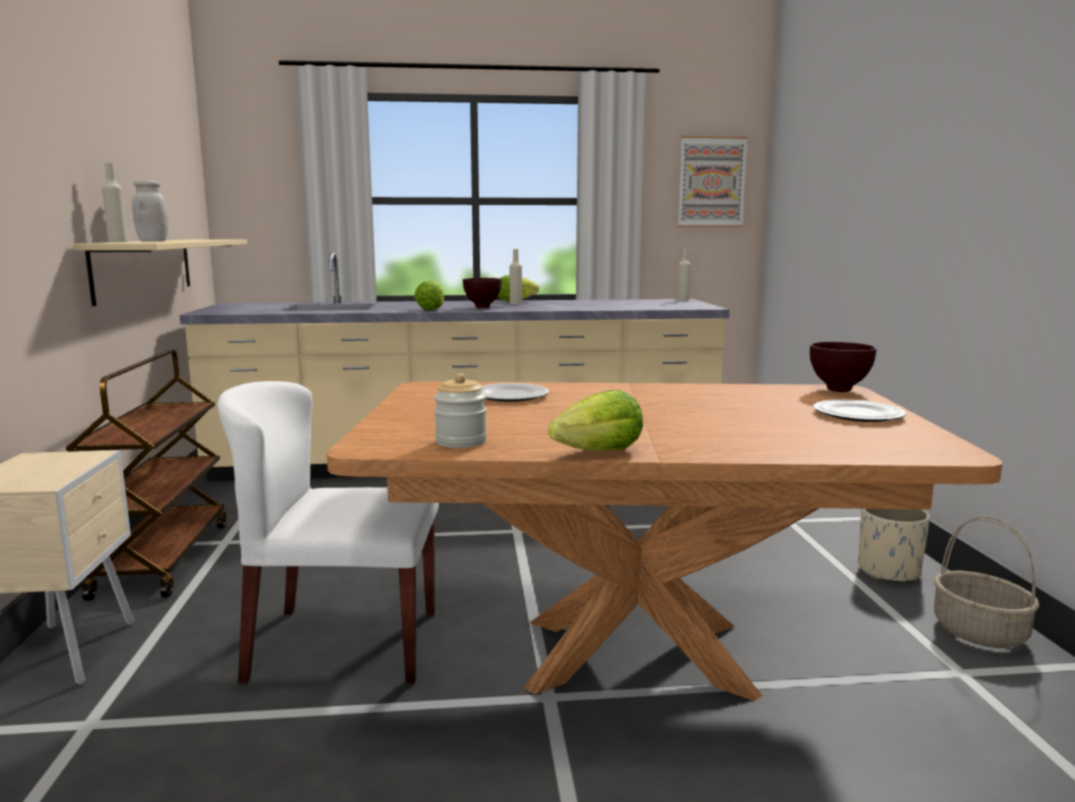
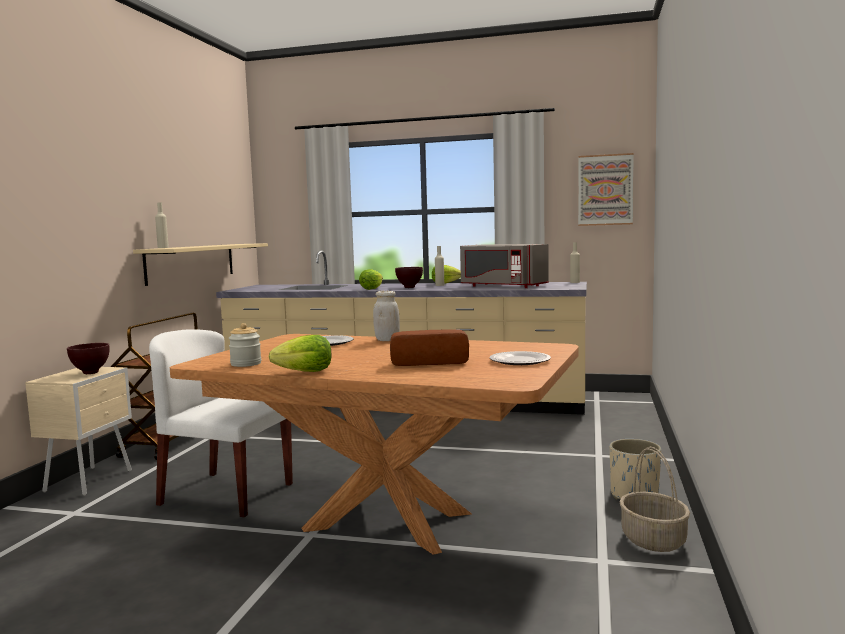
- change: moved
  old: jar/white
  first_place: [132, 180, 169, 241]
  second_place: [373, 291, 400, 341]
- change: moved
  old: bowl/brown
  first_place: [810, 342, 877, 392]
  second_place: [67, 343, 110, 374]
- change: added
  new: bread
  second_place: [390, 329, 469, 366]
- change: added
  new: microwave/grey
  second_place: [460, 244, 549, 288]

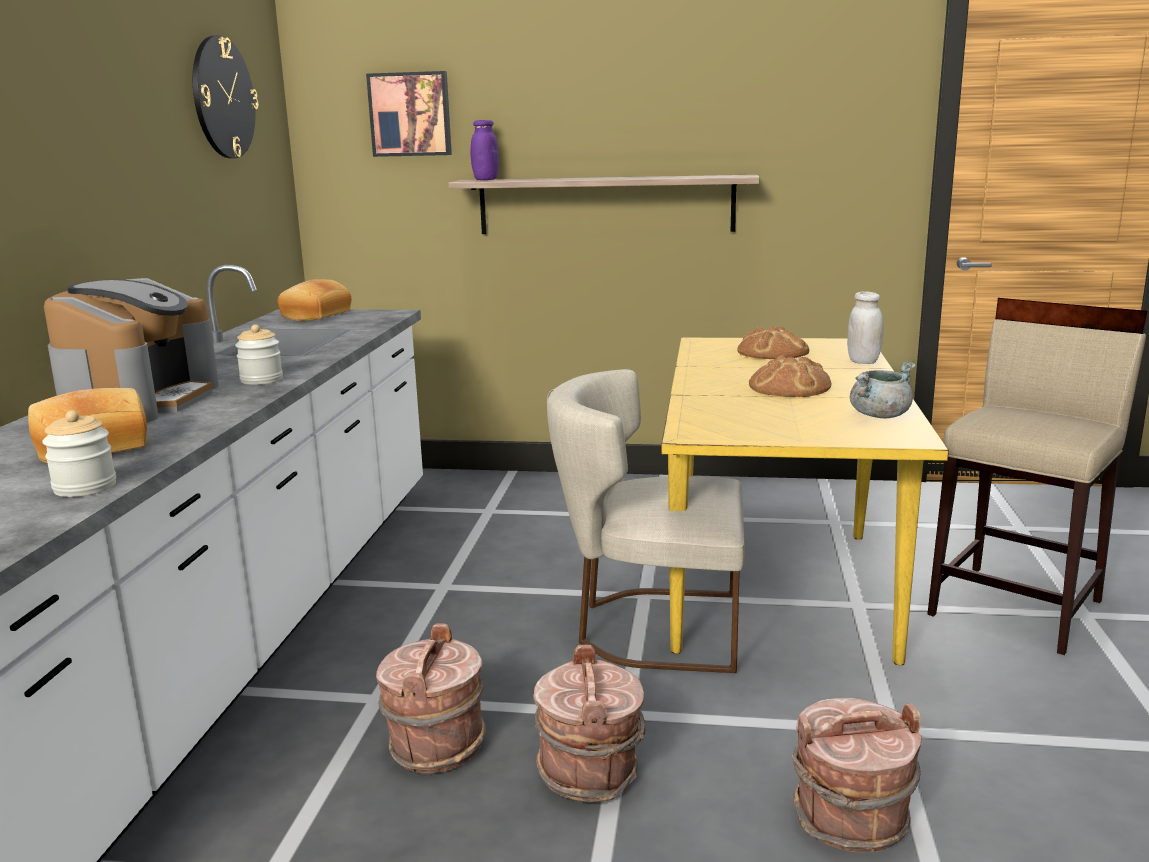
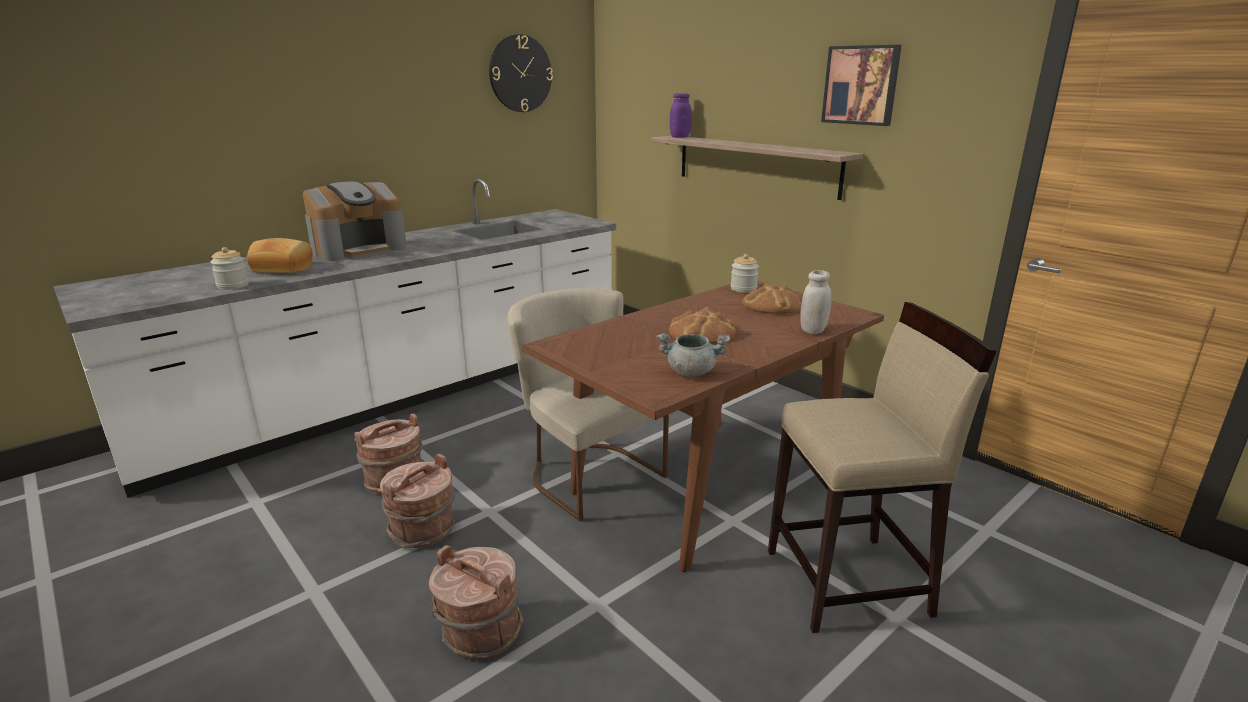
- change: moved
  old: jar
  first_place: [235, 324, 283, 385]
  second_place: [731, 254, 759, 292]
- change: removed
  old: bread
  first_place: [278, 279, 351, 321]
- change: moved
  old: picture
  first_place: [366, 71, 452, 157]
  second_place: [821, 45, 902, 126]
- change: recoloured
  old: dining table/yellow
  new: dining table/brown
  first_place: [661, 338, 949, 665]
  second_place: [522, 281, 884, 572]

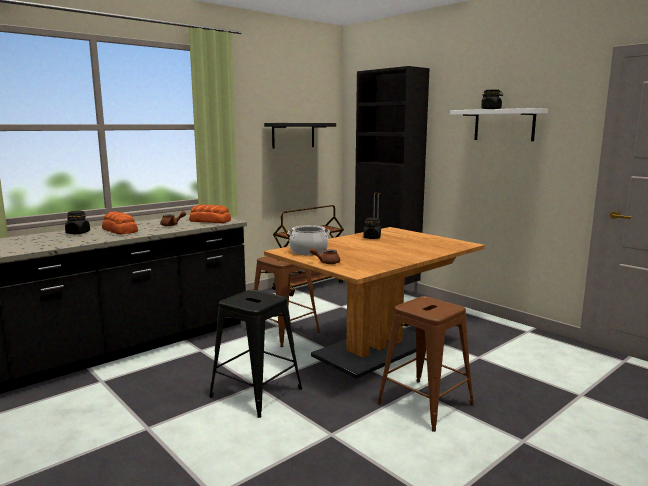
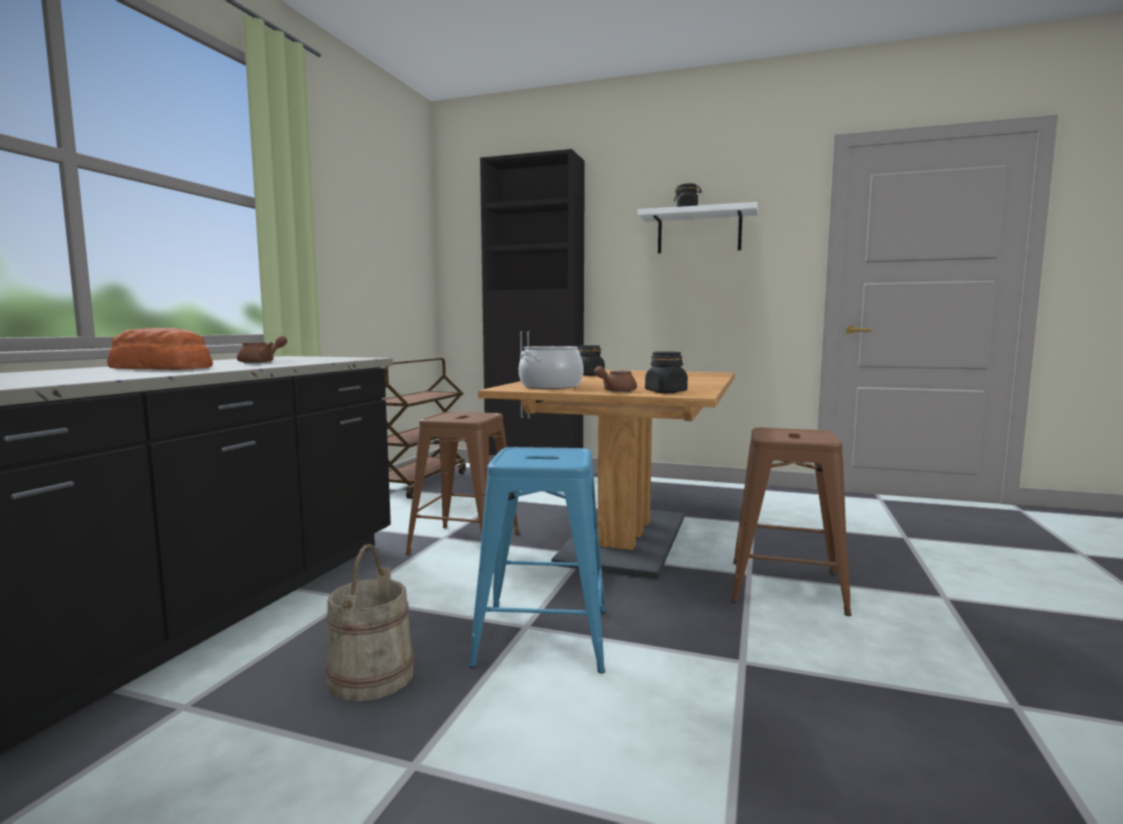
- change: moved
  old: jar/black
  first_place: [65, 211, 90, 234]
  second_place: [645, 351, 688, 393]
- change: removed
  old: bread
  first_place: [189, 204, 231, 223]
- change: recoloured
  old: stool/black
  new: stool/blue
  first_place: [209, 289, 302, 418]
  second_place: [469, 447, 606, 673]
- change: removed
  old: shelf/black
  first_place: [264, 123, 336, 149]
- change: added
  new: bucket/beige
  second_place: [325, 544, 414, 701]

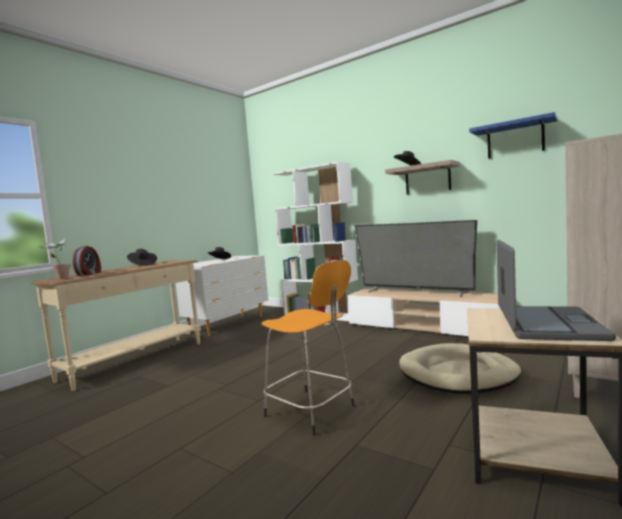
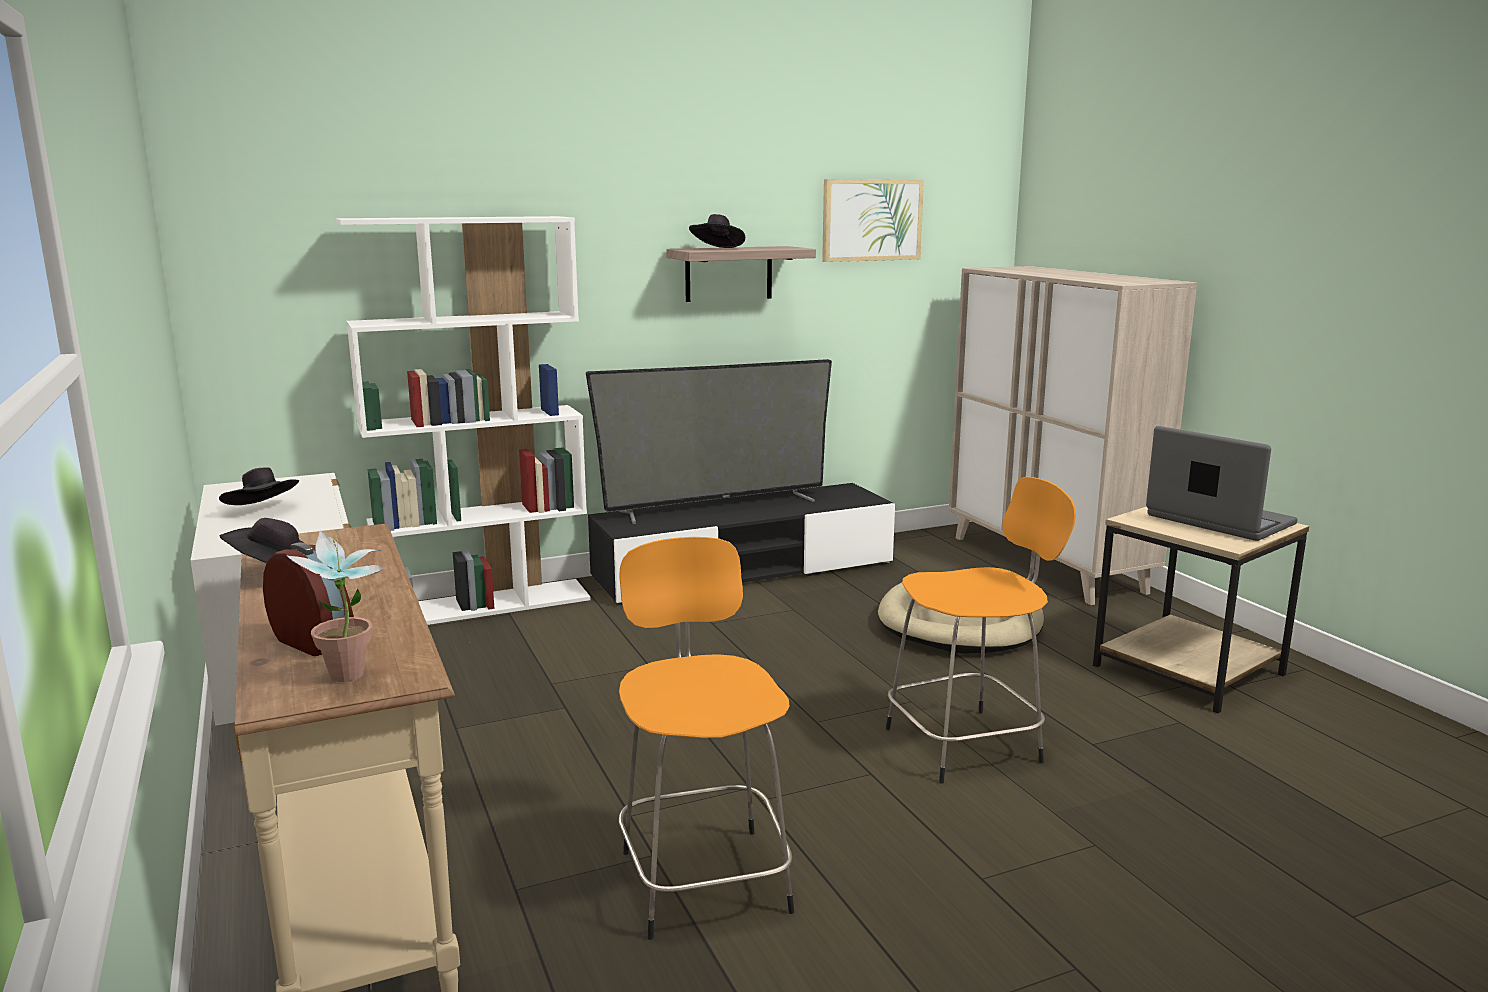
- change: recoloured
  old: tv stand/beige
  new: tv stand/black
  first_place: [348, 288, 500, 336]
  second_place: [588, 483, 895, 606]
- change: replaced
  old: shelf/blue
  new: picture
  first_place: [469, 112, 558, 159]
  second_place: [822, 179, 924, 262]
- change: added
  new: stool/orange
  second_place: [619, 537, 794, 940]

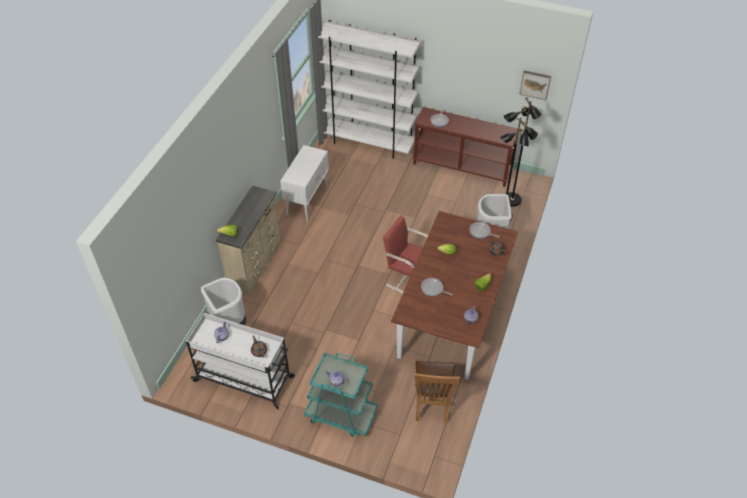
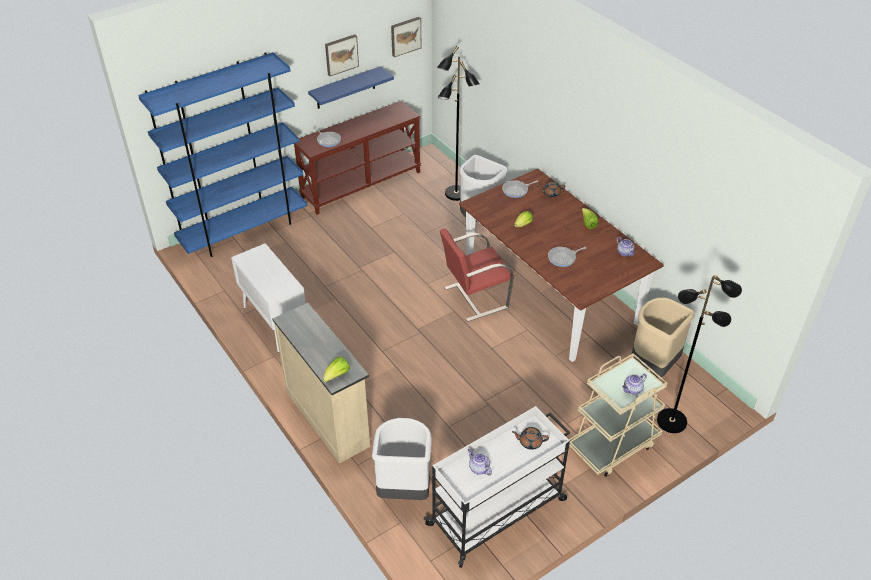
- change: recoloured
  old: cart/turquoise
  new: cart/beige
  first_place: [304, 353, 378, 437]
  second_place: [569, 353, 667, 477]
- change: recoloured
  old: bookcase/white
  new: bookcase/blue
  first_place: [318, 20, 421, 159]
  second_place: [138, 52, 307, 257]
- change: replaced
  old: chair/brown
  new: trash can/beige
  first_place: [414, 361, 460, 423]
  second_place: [632, 298, 695, 378]
- change: moved
  old: floor lamp/black
  first_place: [508, 97, 541, 207]
  second_place: [657, 275, 742, 433]
- change: added
  new: shelf/blue
  second_place: [308, 66, 394, 109]
- change: added
  new: picture
  second_place: [325, 34, 359, 76]

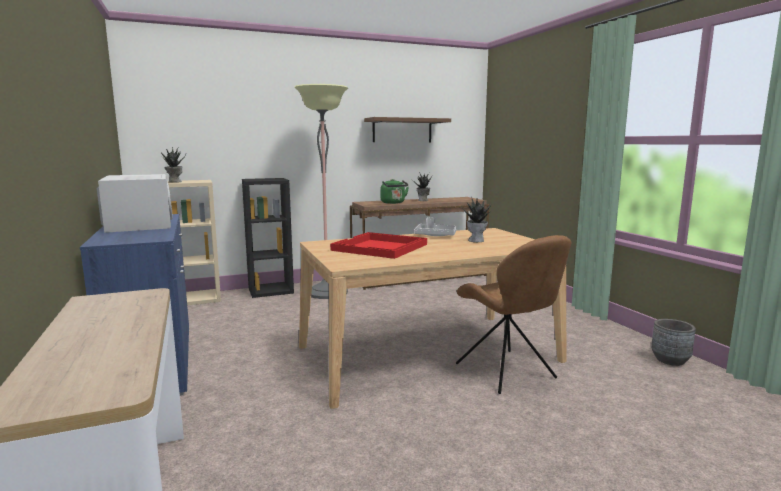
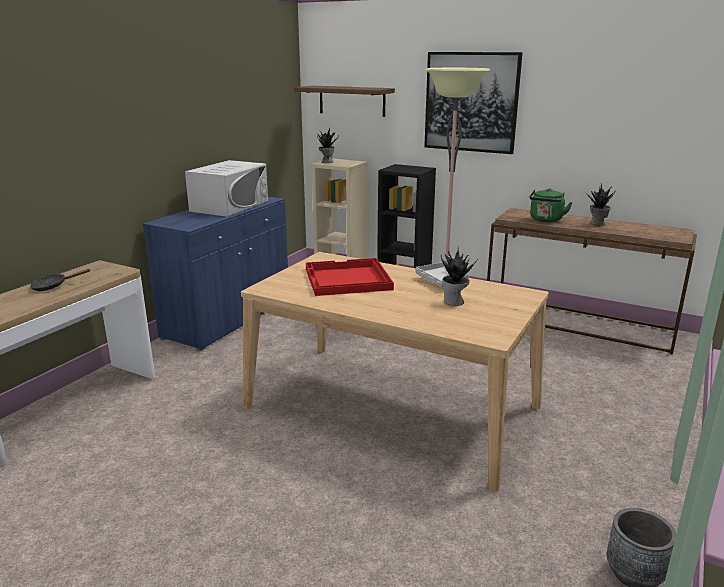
- change: moved
  old: shelf/brown
  first_place: [364, 117, 451, 142]
  second_place: [294, 86, 395, 117]
- change: removed
  old: chair/brown
  first_place: [456, 235, 571, 394]
- change: added
  new: frying pan/black
  second_place: [30, 269, 91, 291]
- change: added
  new: picture
  second_place: [424, 52, 523, 154]

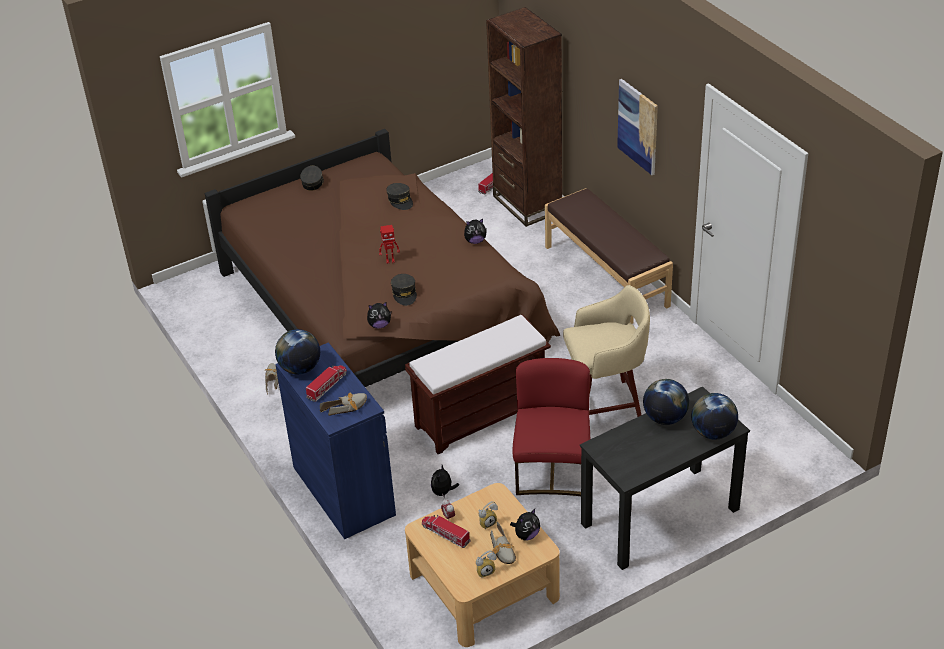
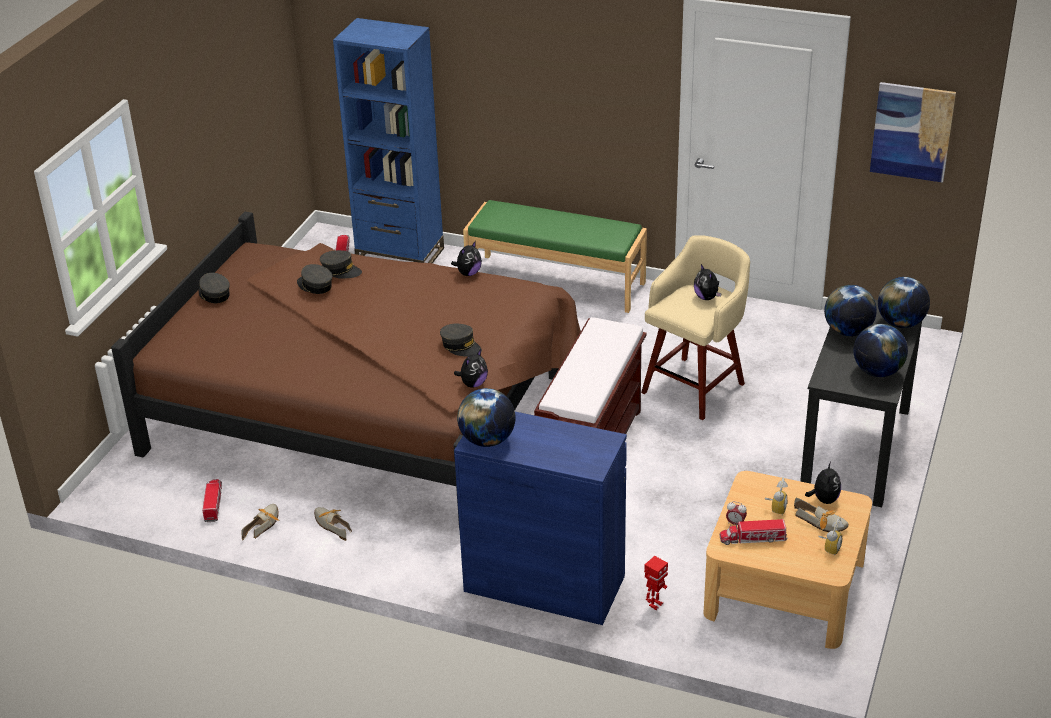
- change: moved
  old: toy truck
  first_place: [306, 365, 347, 402]
  second_place: [202, 479, 222, 522]
- change: moved
  old: shoe
  first_place: [320, 393, 367, 416]
  second_place: [241, 504, 280, 540]
- change: moved
  old: toy robot
  first_place: [379, 225, 400, 264]
  second_place: [644, 556, 668, 610]
- change: moved
  old: plush toy
  first_place: [431, 465, 459, 497]
  second_place: [694, 264, 722, 300]
- change: recoloured
  old: bookcase/brown
  new: bookcase/blue
  first_place: [486, 7, 562, 227]
  second_place: [333, 18, 444, 263]
- change: removed
  old: chair/red
  first_place: [513, 358, 590, 496]
- change: recoloured
  old: bench/brown
  new: bench/green
  first_place: [545, 188, 673, 324]
  second_place: [463, 200, 647, 313]
- change: moved
  old: picture
  first_place: [617, 79, 658, 175]
  second_place: [870, 82, 956, 183]
- change: added
  new: cap/grey
  second_place: [297, 264, 333, 294]
- change: added
  new: globe
  second_place: [854, 324, 908, 377]

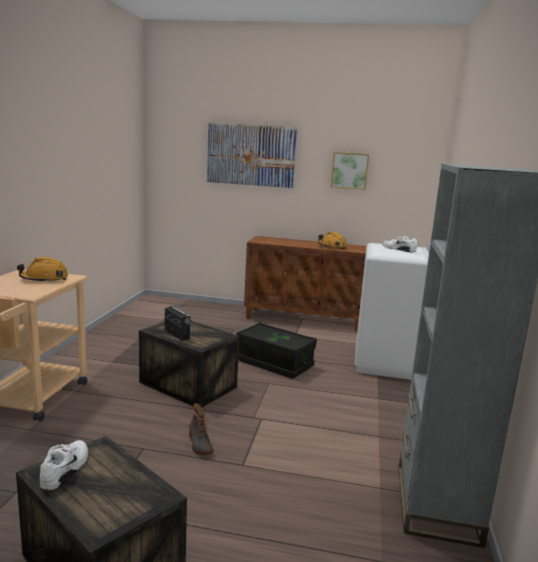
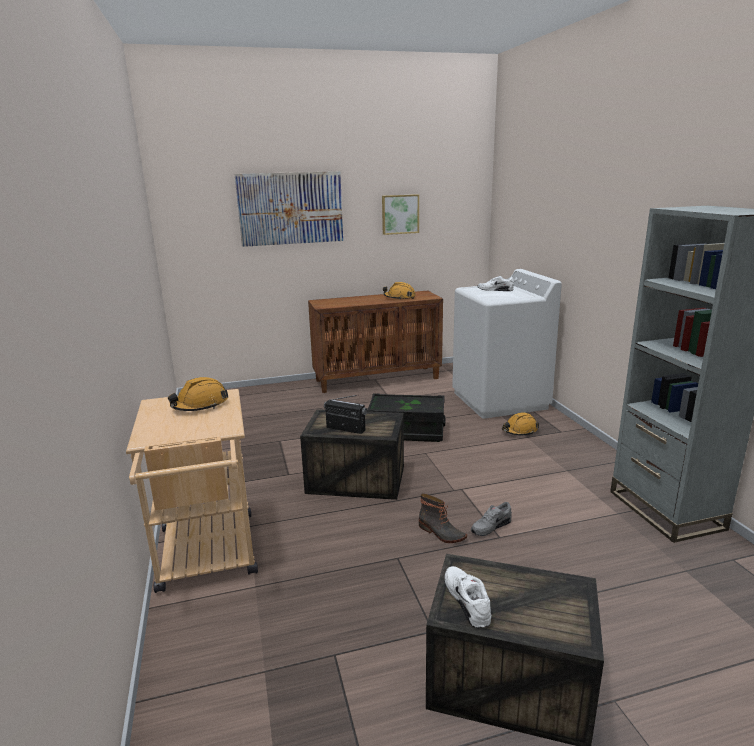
- change: added
  new: shoe/grey
  second_place: [471, 502, 512, 536]
- change: added
  new: hard hat/orange
  second_place: [502, 412, 539, 435]

